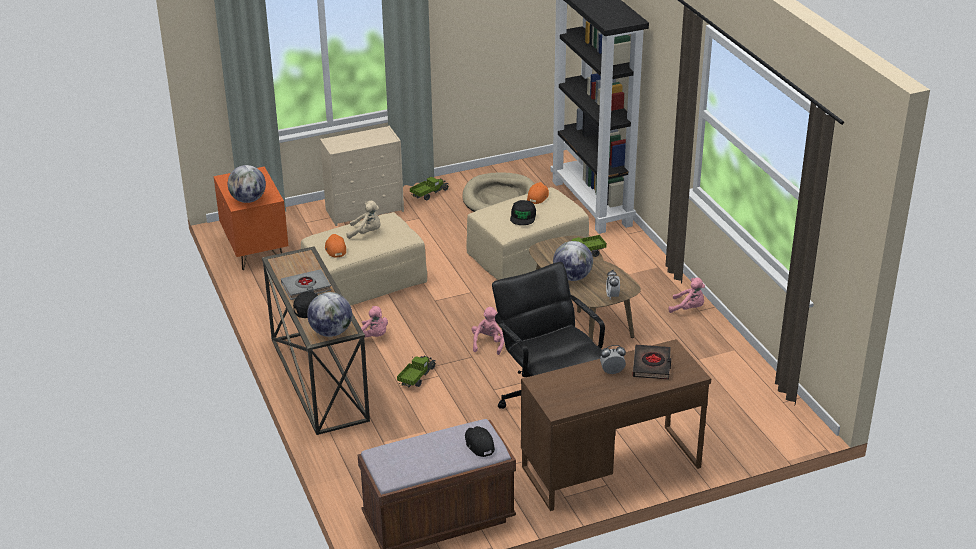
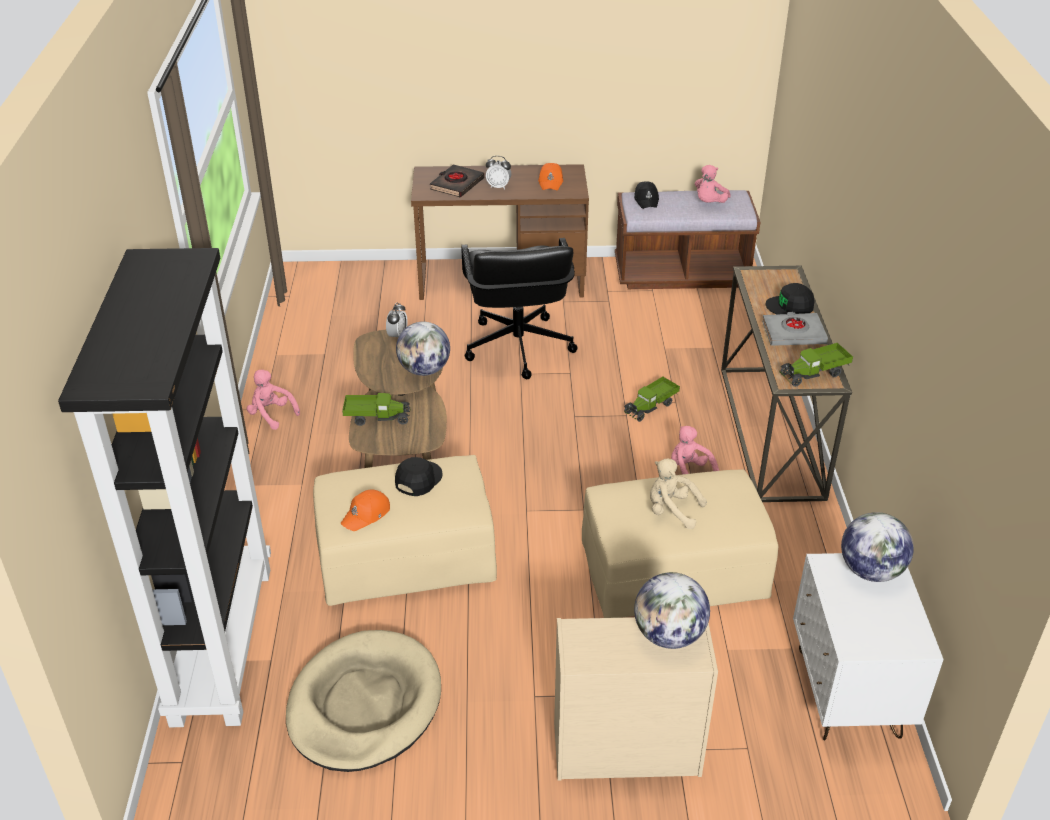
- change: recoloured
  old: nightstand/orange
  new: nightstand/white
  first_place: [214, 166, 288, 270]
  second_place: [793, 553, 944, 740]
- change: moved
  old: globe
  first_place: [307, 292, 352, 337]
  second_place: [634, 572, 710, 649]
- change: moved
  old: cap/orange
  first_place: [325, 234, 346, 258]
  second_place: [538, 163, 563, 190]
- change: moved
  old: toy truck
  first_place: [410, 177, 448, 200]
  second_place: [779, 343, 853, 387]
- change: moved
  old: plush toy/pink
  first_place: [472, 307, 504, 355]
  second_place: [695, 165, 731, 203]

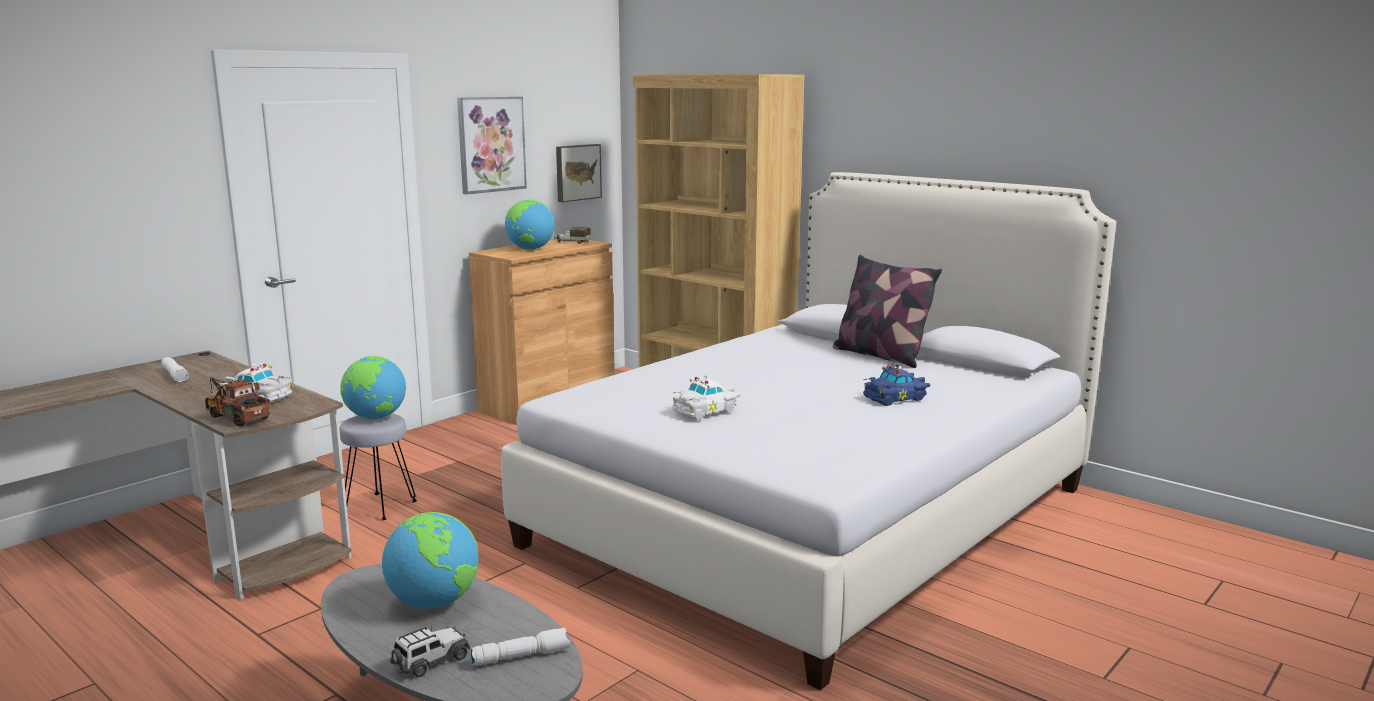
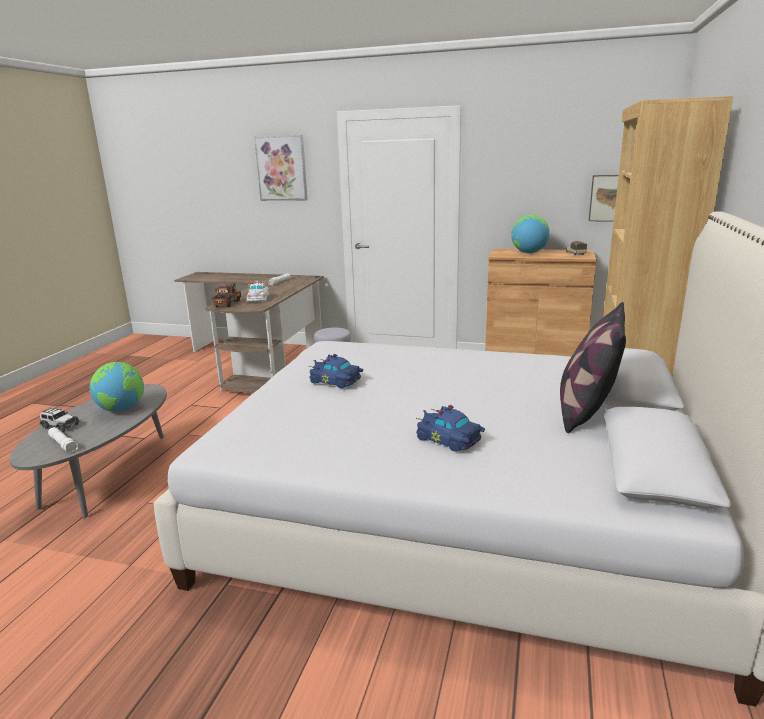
- change: removed
  old: globe
  first_place: [340, 356, 406, 420]
- change: moved
  old: picture
  first_place: [457, 97, 527, 194]
  second_place: [254, 135, 307, 201]
- change: recoloured
  old: toy car/white
  new: toy car/blue
  first_place: [672, 375, 740, 420]
  second_place: [308, 354, 363, 388]

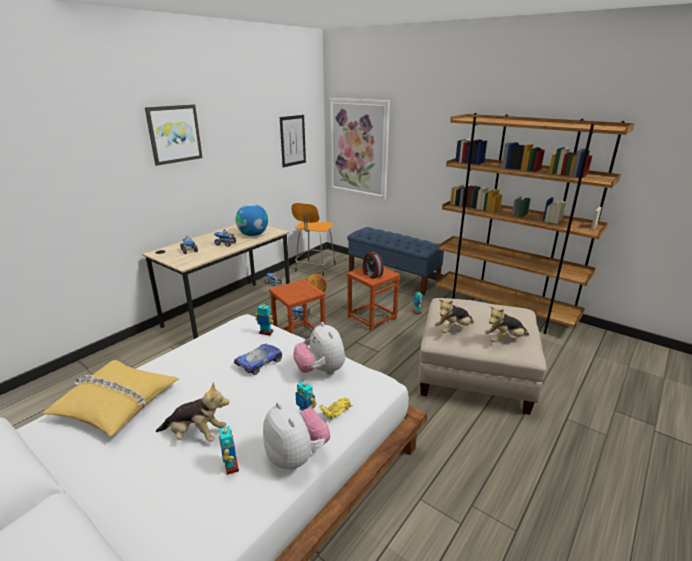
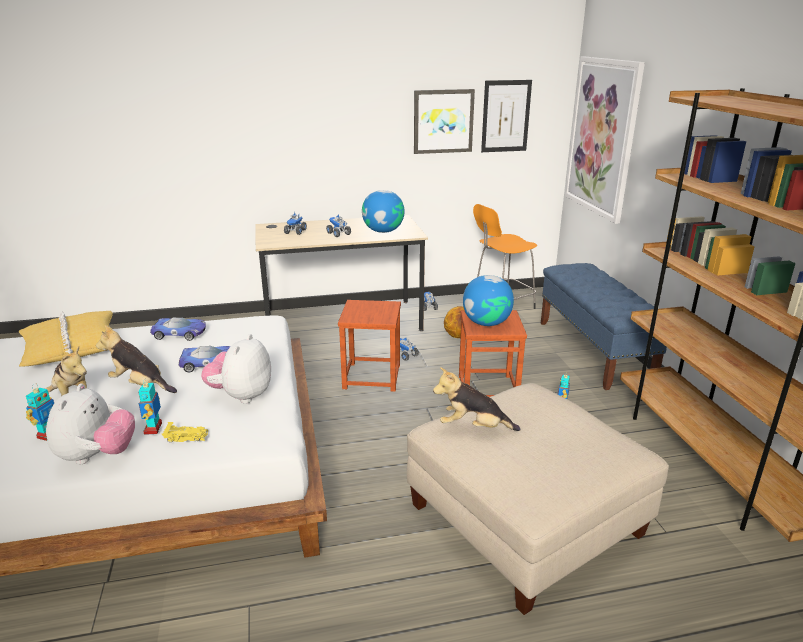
- change: moved
  old: picture
  first_place: [145, 104, 203, 166]
  second_place: [414, 89, 475, 154]
- change: removed
  old: toy robot
  first_place: [256, 301, 274, 336]
- change: replaced
  old: alarm clock
  new: globe
  first_place: [363, 251, 384, 279]
  second_place: [463, 275, 514, 326]
- change: moved
  old: plush toy
  first_place: [484, 306, 529, 342]
  second_place: [96, 325, 177, 393]
- change: added
  new: toy car
  second_place: [150, 317, 206, 341]

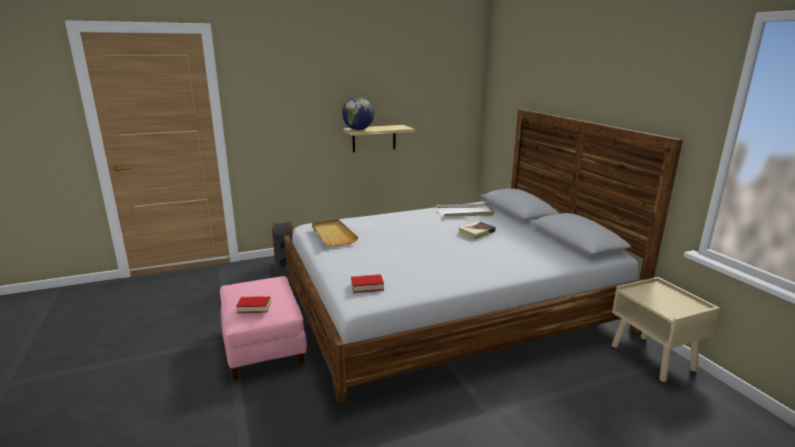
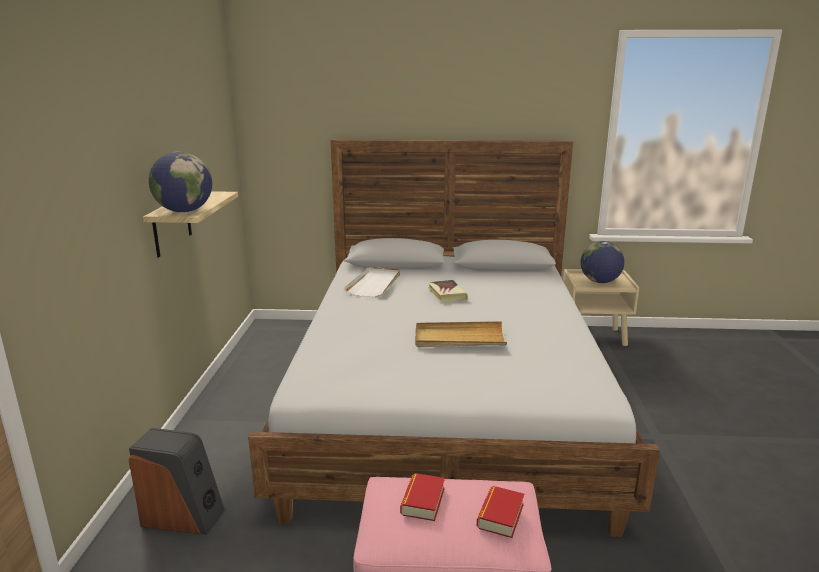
- change: moved
  old: tray/beige
  first_place: [312, 219, 358, 247]
  second_place: [415, 321, 507, 347]
- change: moved
  old: book
  first_place: [351, 274, 384, 293]
  second_place: [400, 473, 445, 521]
- change: added
  new: globe
  second_place: [581, 241, 625, 283]

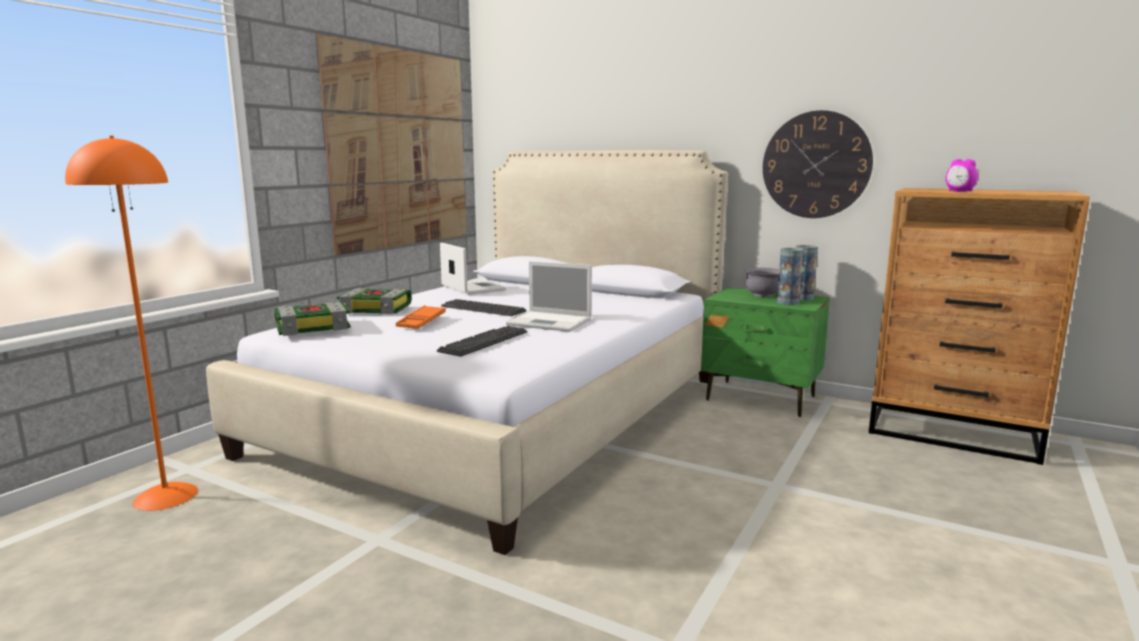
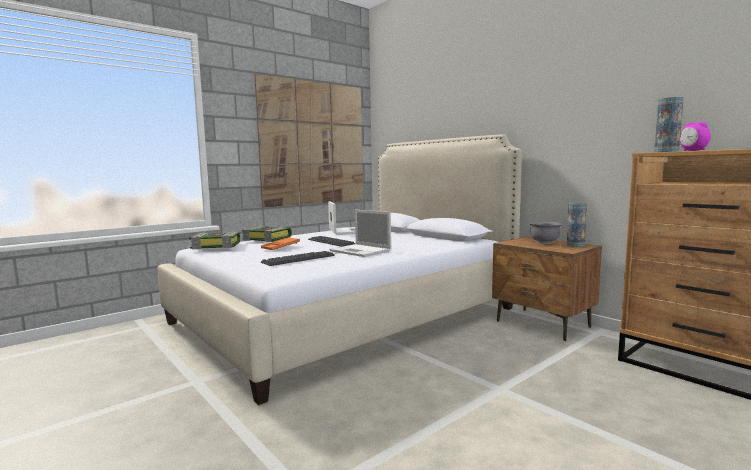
- change: removed
  old: floor lamp/orange
  first_place: [65, 136, 198, 511]
- change: recoloured
  old: nightstand/green
  new: nightstand/brown
  first_place: [701, 287, 830, 417]
  second_place: [492, 237, 602, 341]
- change: removed
  old: wall clock
  first_place: [763, 110, 873, 218]
- change: moved
  old: vase
  first_place: [777, 248, 804, 305]
  second_place: [654, 97, 684, 152]

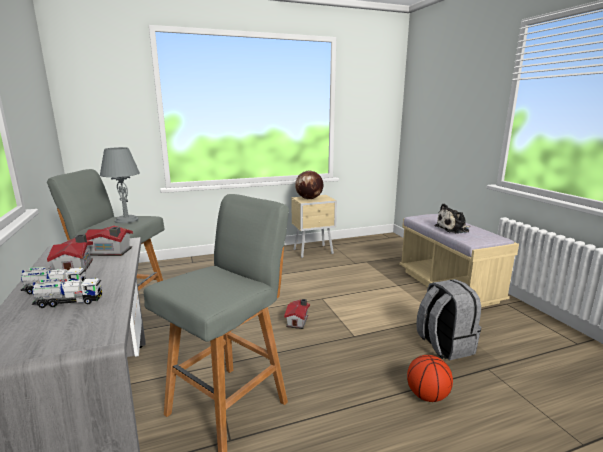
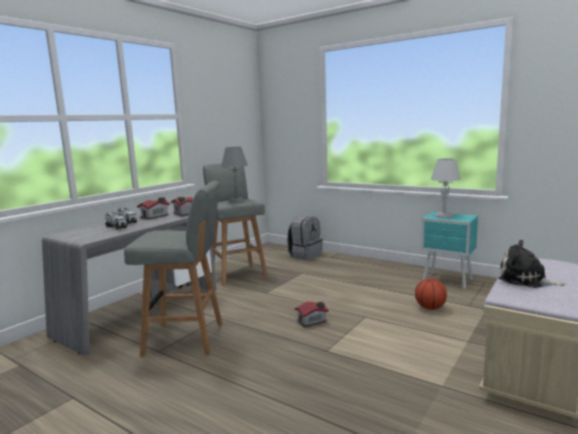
- change: recoloured
  old: nightstand/beige
  new: nightstand/turquoise
  first_place: [291, 195, 337, 258]
  second_place: [421, 212, 478, 290]
- change: replaced
  old: globe
  new: table lamp/grey
  first_place: [295, 171, 323, 199]
  second_place: [431, 158, 461, 218]
- change: moved
  old: basketball
  first_place: [407, 355, 453, 402]
  second_place: [415, 278, 447, 310]
- change: moved
  old: backpack/grey
  first_place: [416, 279, 481, 360]
  second_place: [287, 216, 323, 260]

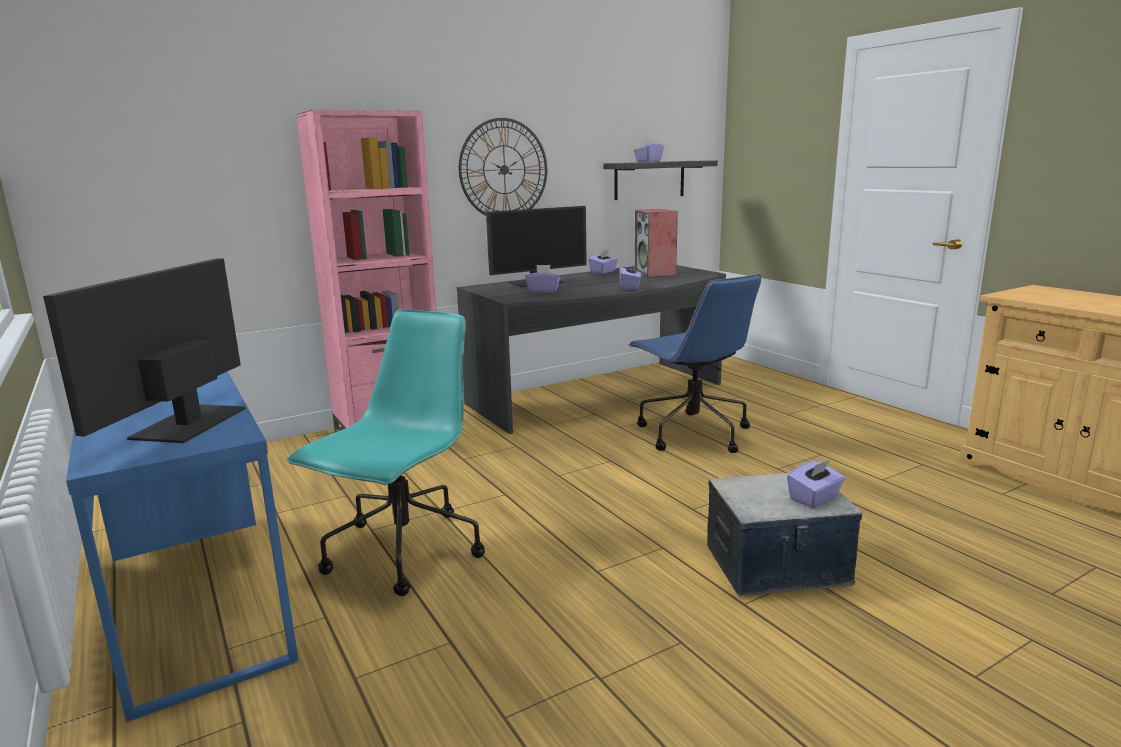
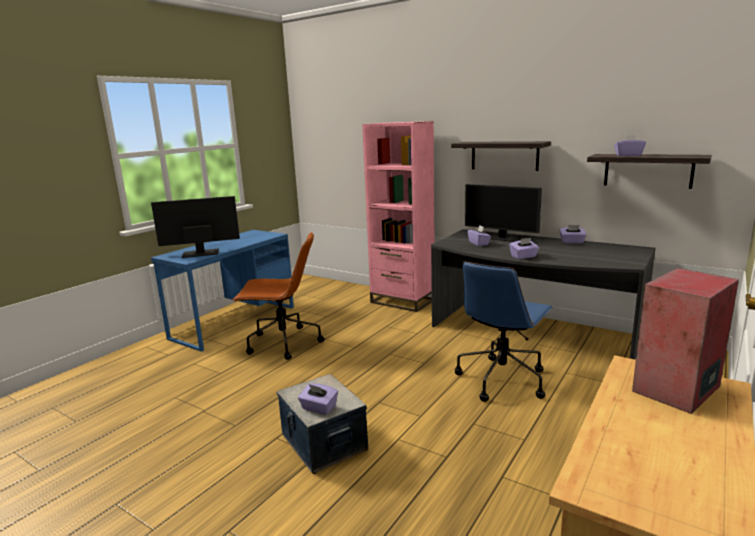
- change: recoloured
  old: office chair/turquoise
  new: office chair/brown
  first_place: [287, 309, 485, 596]
  second_place: [232, 232, 324, 360]
- change: replaced
  old: wall clock
  new: shelf
  first_place: [459, 118, 547, 216]
  second_place: [451, 141, 551, 171]
- change: moved
  old: speaker
  first_place: [635, 209, 678, 277]
  second_place: [632, 268, 739, 414]

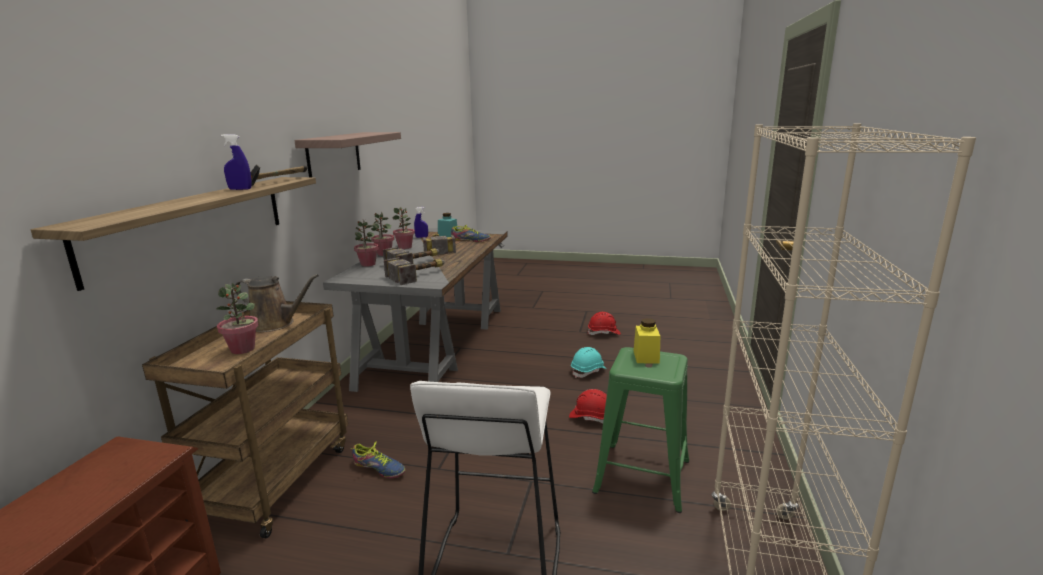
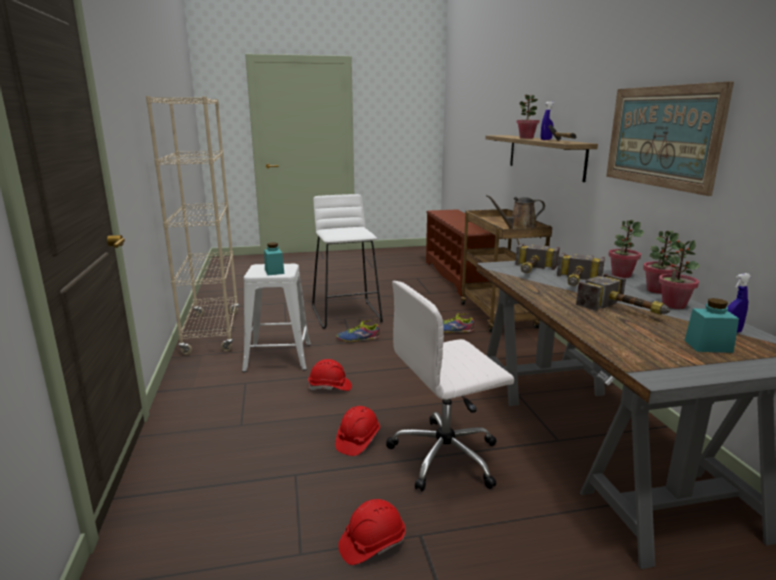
- change: moved
  old: potted plant
  first_place: [216, 283, 259, 354]
  second_place: [517, 94, 539, 139]
- change: replaced
  old: shelf
  new: picture
  first_place: [294, 132, 401, 177]
  second_place: [606, 81, 734, 196]
- change: moved
  old: shoe
  first_place: [451, 225, 491, 242]
  second_place: [336, 320, 380, 342]
- change: recoloured
  old: hard hat/turquoise
  new: hard hat/red
  first_place: [571, 347, 607, 378]
  second_place: [335, 406, 380, 456]
- change: recoloured
  old: stool/green
  new: stool/white
  first_place: [592, 347, 689, 513]
  second_place: [242, 264, 311, 372]
- change: recoloured
  old: jar/yellow
  new: jar/turquoise
  first_place: [634, 318, 660, 364]
  second_place: [264, 243, 285, 275]
- change: added
  new: office chair/white
  second_place: [386, 281, 514, 492]

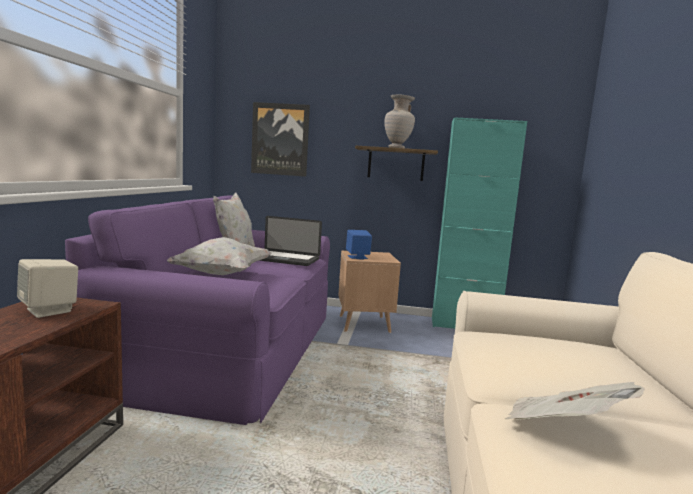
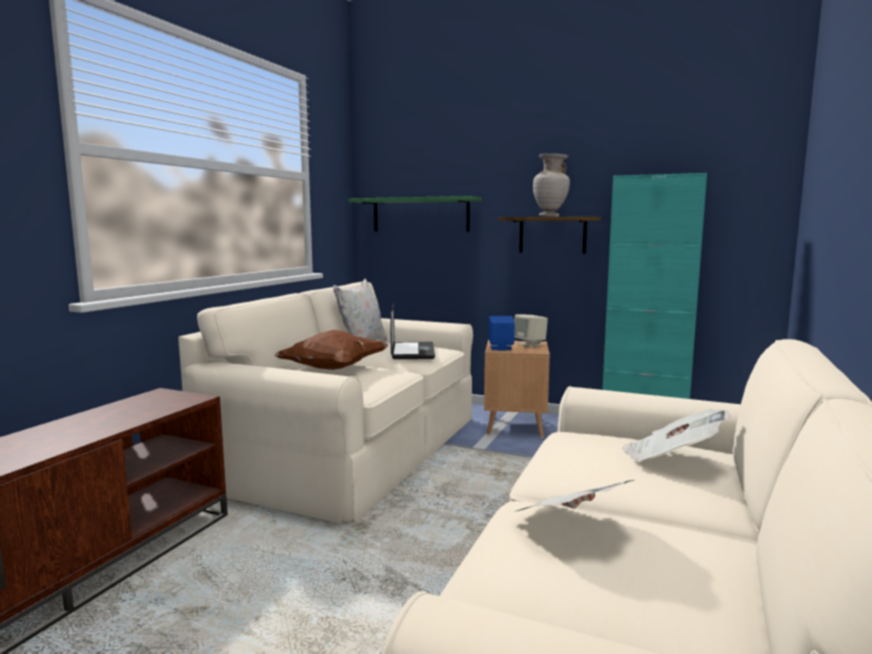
- change: moved
  old: speaker/beige
  first_place: [17, 259, 78, 318]
  second_place: [514, 314, 548, 347]
- change: recoloured
  old: sofa/purple
  new: sofa/beige
  first_place: [65, 195, 330, 425]
  second_place: [178, 282, 473, 523]
- change: recoloured
  old: pillow/white
  new: pillow/brown
  first_place: [167, 237, 271, 275]
  second_place: [275, 330, 389, 370]
- change: replaced
  old: picture
  new: shelf/green
  first_place: [251, 102, 310, 177]
  second_place: [349, 196, 482, 232]
- change: turned
  old: laptop
  first_place: [259, 216, 322, 266]
  second_place: [390, 304, 435, 359]
  degrees: -120
- change: added
  new: newspaper
  second_place: [622, 409, 731, 463]

